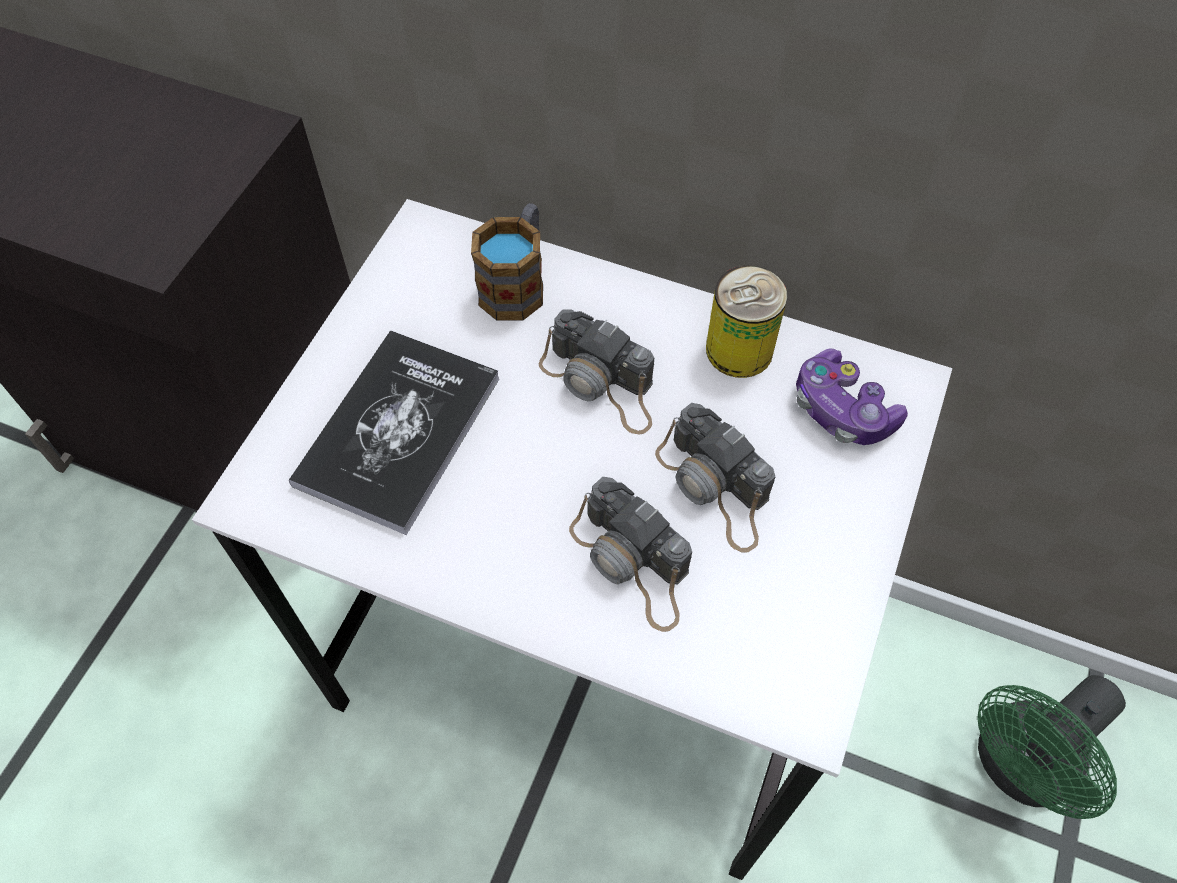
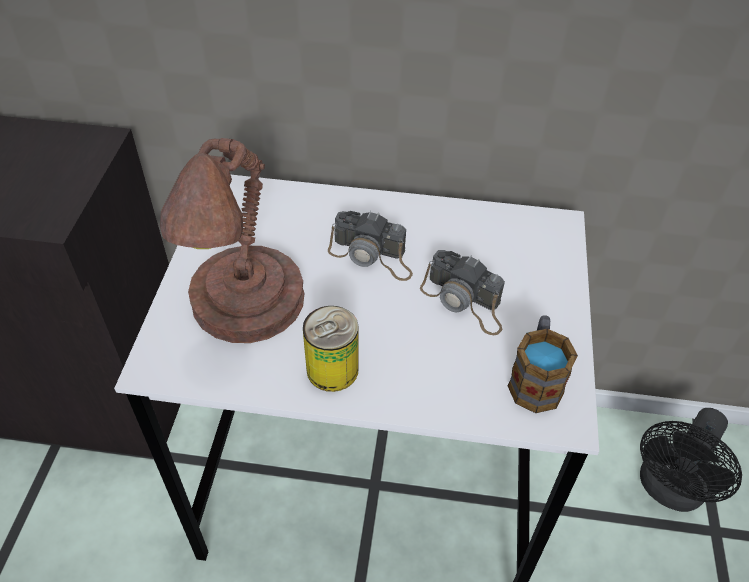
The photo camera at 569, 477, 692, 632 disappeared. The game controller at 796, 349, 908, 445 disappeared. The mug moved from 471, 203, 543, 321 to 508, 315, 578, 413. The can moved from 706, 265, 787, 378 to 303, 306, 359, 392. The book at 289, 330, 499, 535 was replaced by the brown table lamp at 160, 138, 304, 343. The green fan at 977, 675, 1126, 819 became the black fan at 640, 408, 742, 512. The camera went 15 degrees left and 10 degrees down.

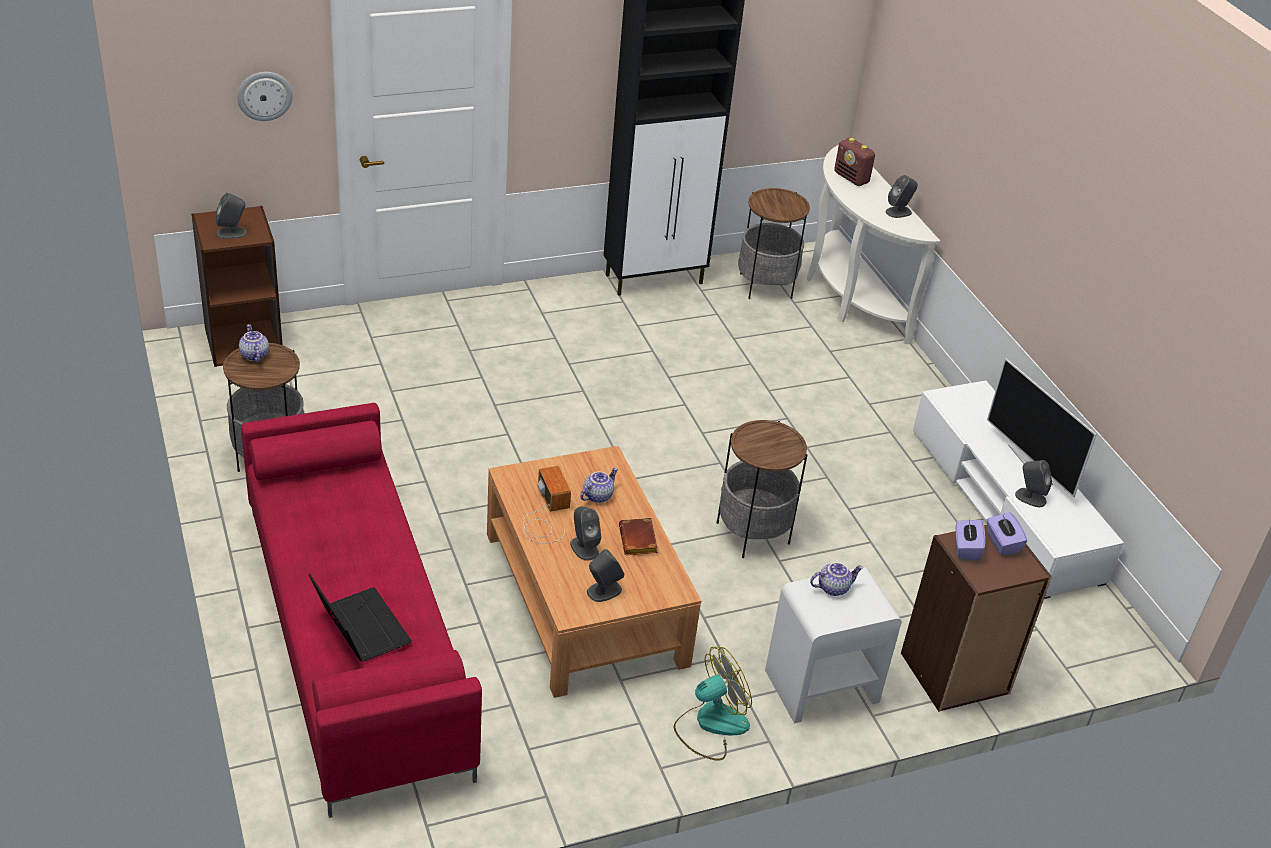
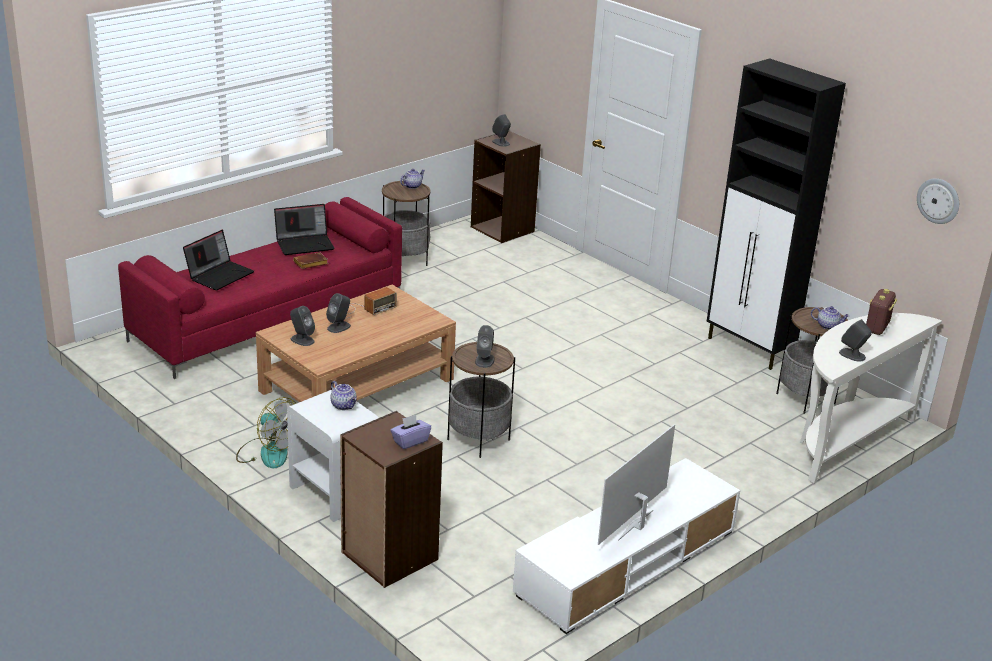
The purple tissue box at 956, 520, 985, 561 disappeared. The laptop at 274, 204, 335, 255 appeared. The wall clock moved from 237, 72, 293, 121 to 917, 178, 959, 224. The teapot moved from 580, 468, 618, 503 to 811, 306, 850, 330. The brown book moved from 619, 518, 658, 555 to 293, 252, 328, 269. The grey speaker moved from 1015, 460, 1052, 507 to 475, 325, 495, 368. The camera went 70 degrees right and 10 degrees down.

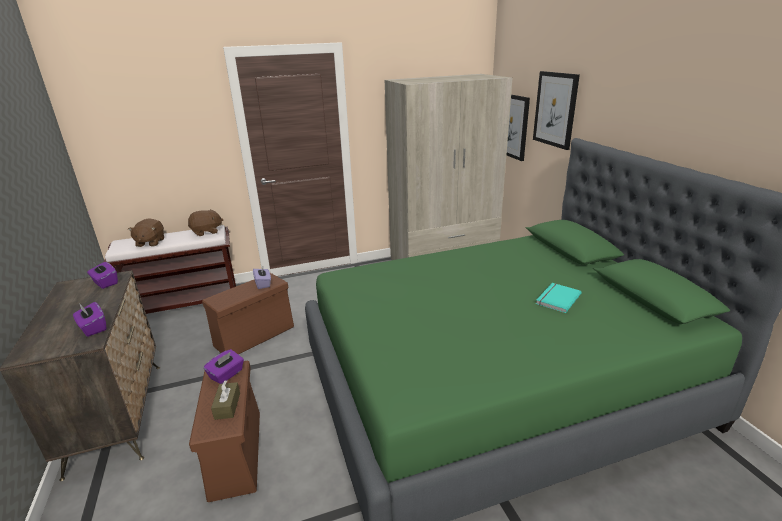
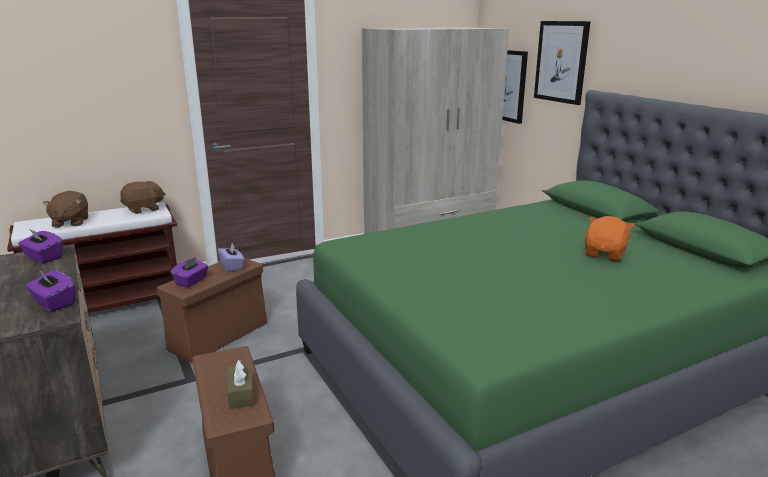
The purple tissue box moved from 204, 349, 244, 384 to 171, 257, 208, 287. The turquoise book at 536, 283, 582, 313 was replaced by the orange plush toy at 585, 216, 634, 261. The camera went 10 degrees left and 5 degrees down.

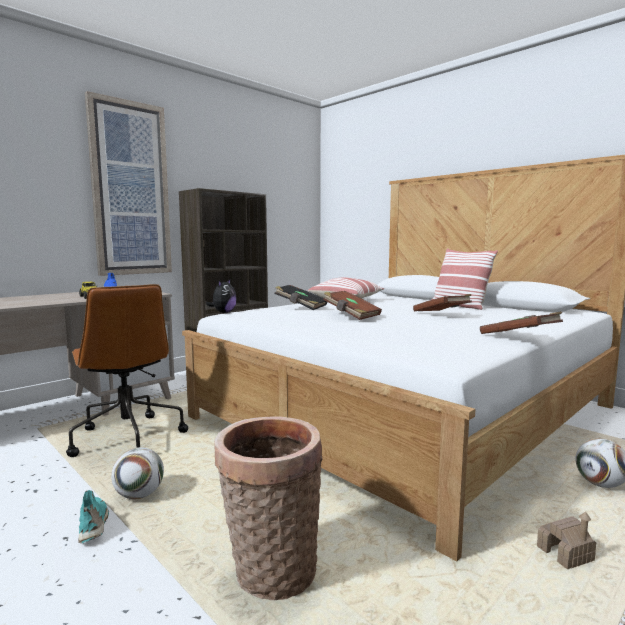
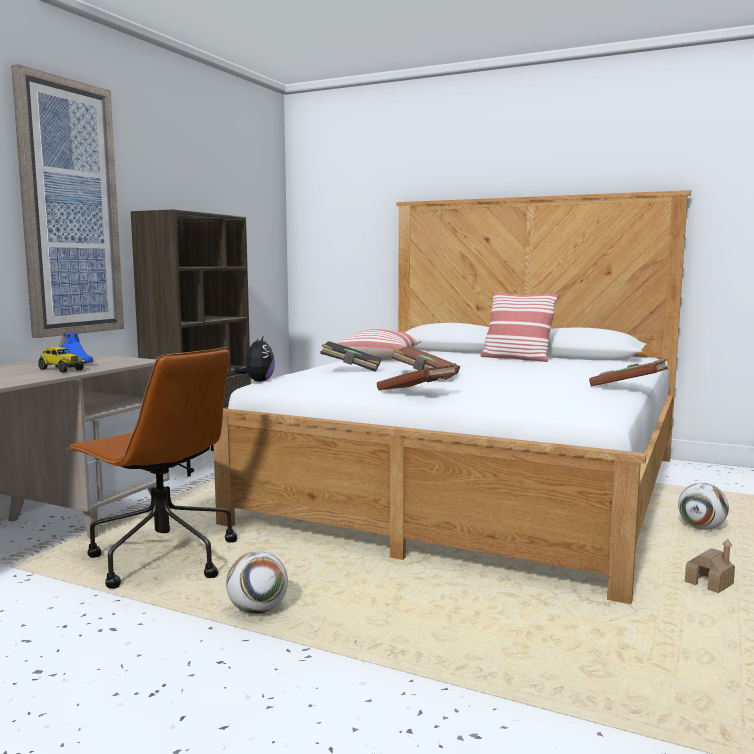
The turquoise shoe at 78, 490, 109, 543 disappeared. The basket at 214, 416, 323, 600 disappeared. The brown book moved from 413, 294, 472, 311 to 377, 363, 457, 391. The camera went 20 degrees left and 0 degrees up.

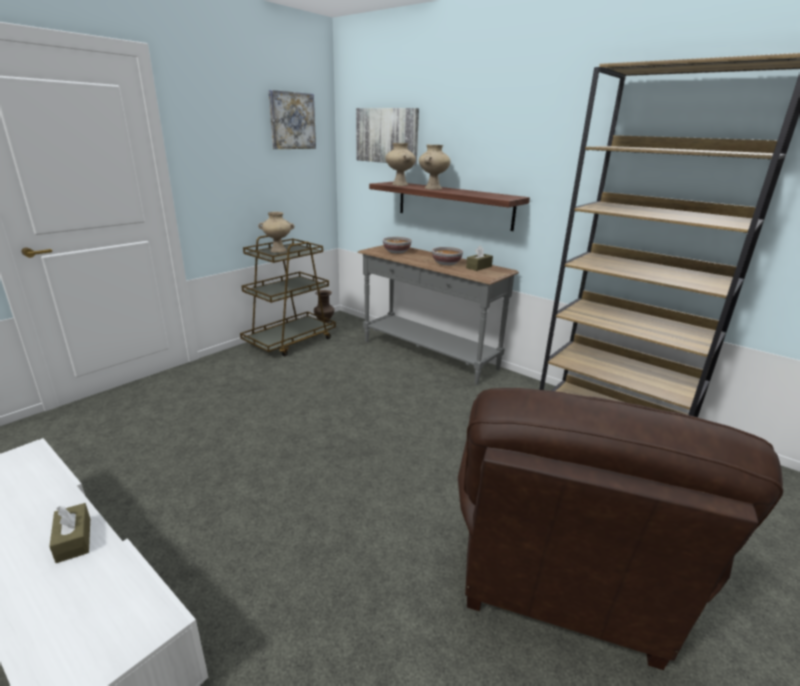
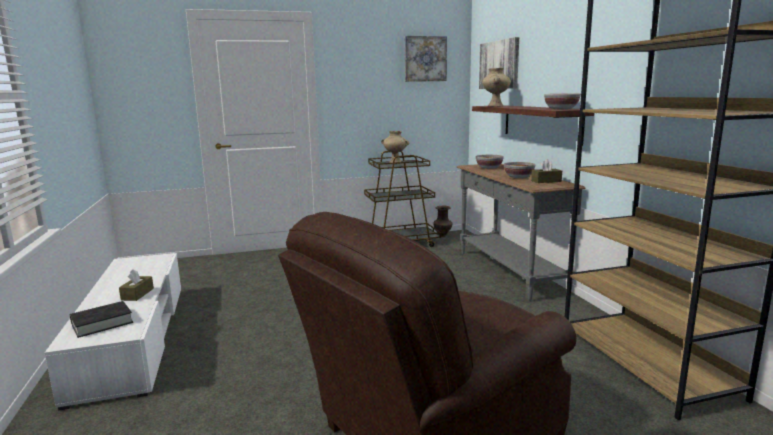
The beige vase at 419, 145, 450, 190 disappeared. The black book at 70, 301, 133, 338 appeared. The bowl at 544, 93, 581, 109 appeared. The camera went 35 degrees right and 10 degrees down.

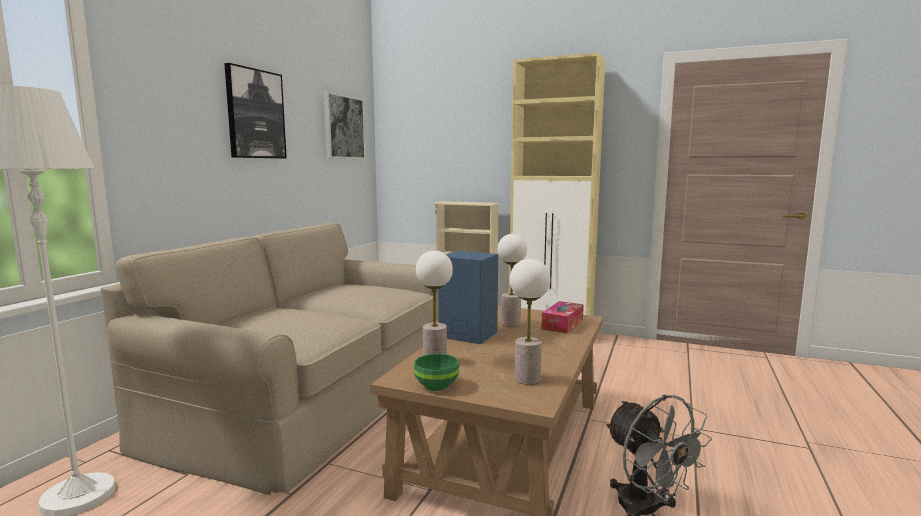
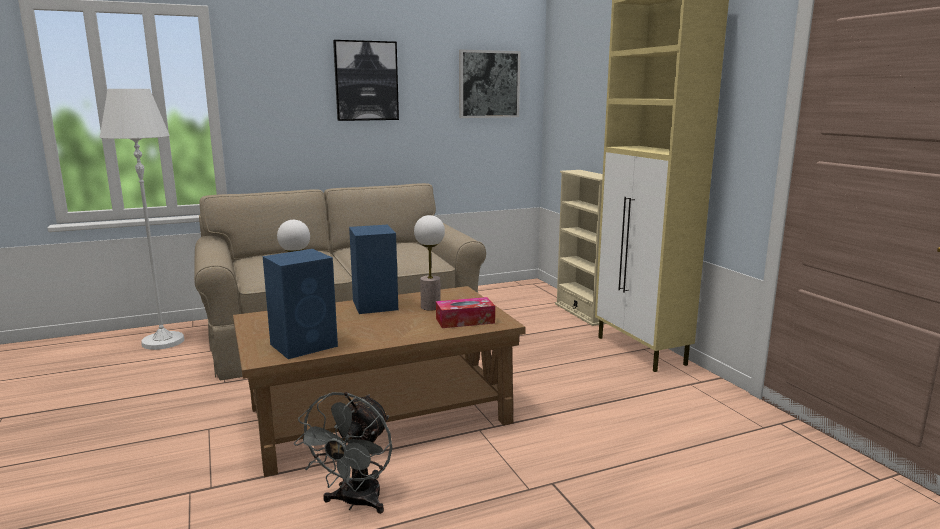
The green bowl at 414, 354, 459, 391 disappeared. The table lamp at 510, 259, 551, 385 was replaced by the blue speaker at 263, 249, 338, 359. The camera went 45 degrees right and 5 degrees up.

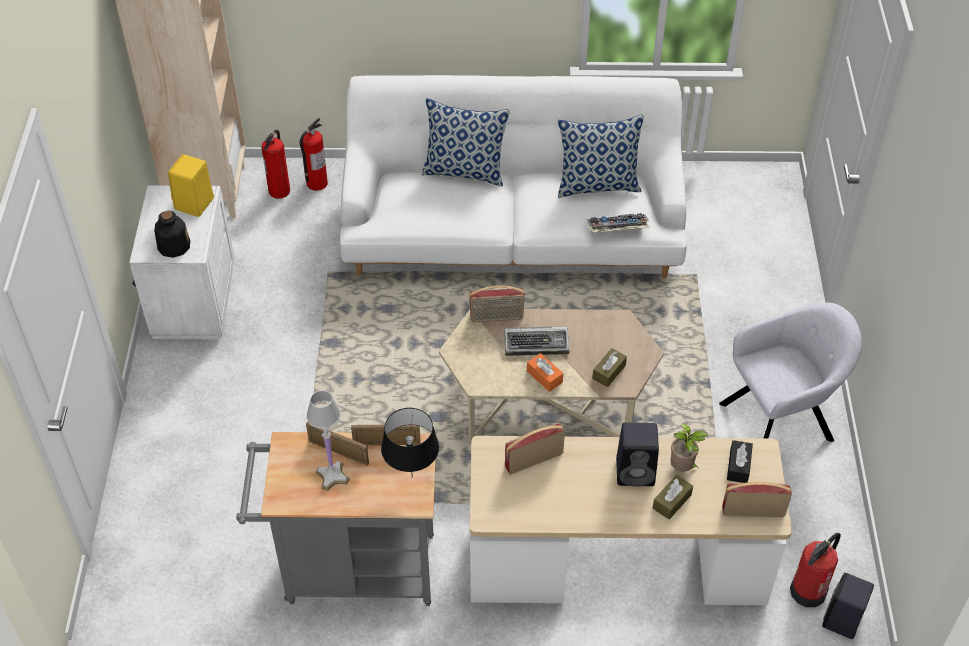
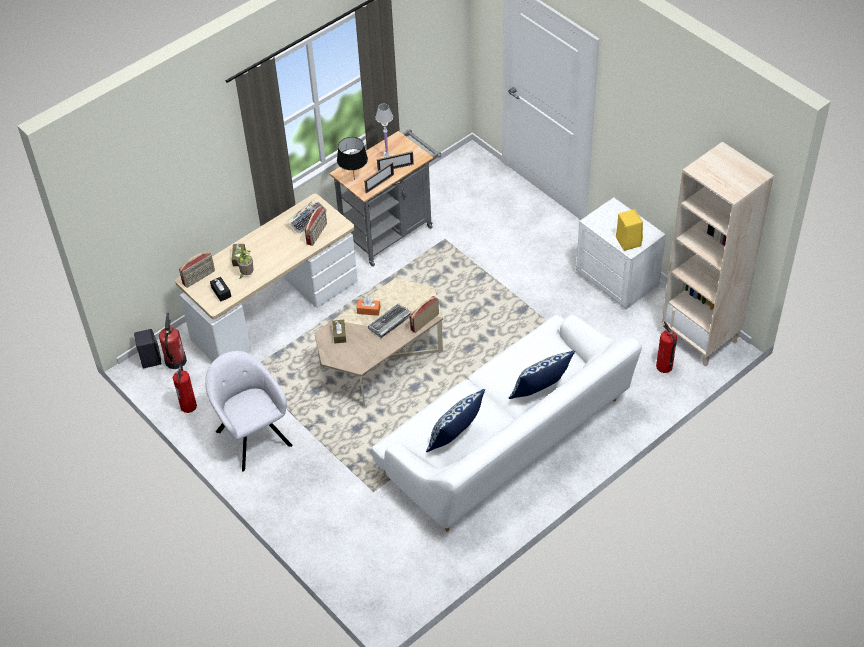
The bottle at 154, 211, 190, 258 disappeared. The black speaker at 616, 422, 659, 487 disappeared. The fire extinguisher moved from 299, 118, 328, 191 to 173, 364, 197, 413. The keyboard moved from 587, 213, 650, 233 to 286, 200, 327, 235. The grey armchair at 719, 302, 862, 442 turned 120 degrees clockwise. The camera went 140 degrees right and 0 degrees up.

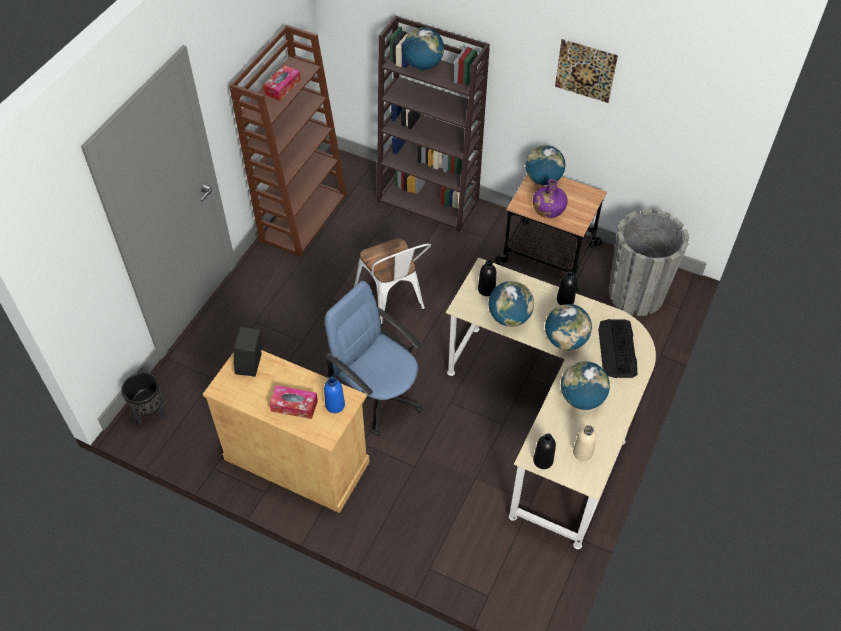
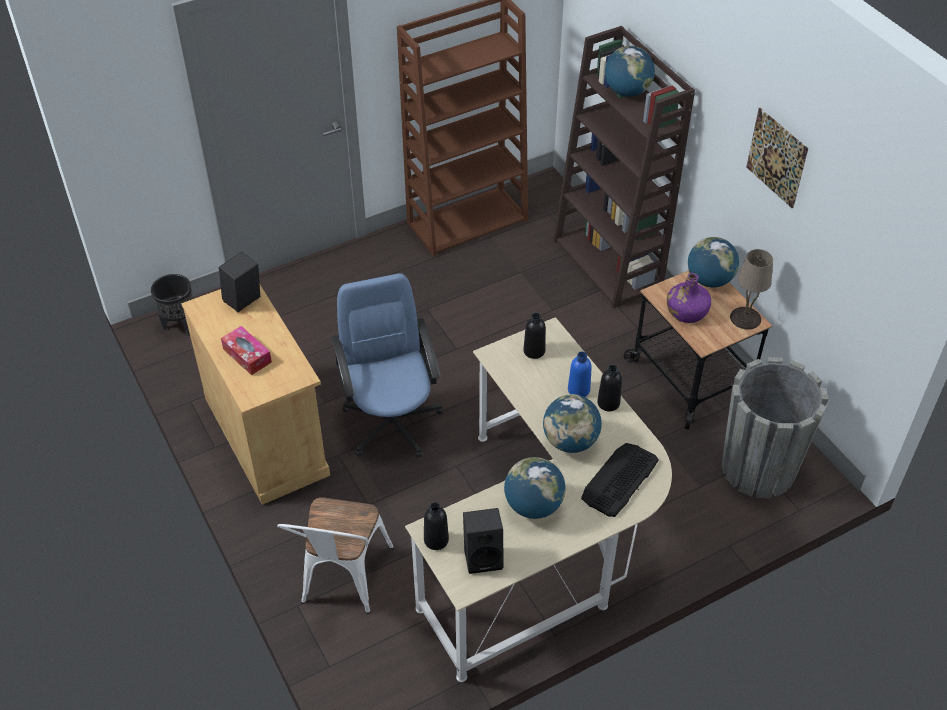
The tissue box at 263, 65, 301, 101 disappeared. The globe at 488, 281, 534, 327 disappeared. The beige table lamp at 730, 249, 773, 329 appeared. The blue bottle moved from 324, 377, 345, 413 to 568, 352, 592, 397. The white chair moved from 354, 238, 431, 325 to 277, 497, 394, 614. The beige bottle at 573, 425, 596, 461 was replaced by the black speaker at 463, 508, 503, 574. The camera went 35 degrees right and 5 degrees down.

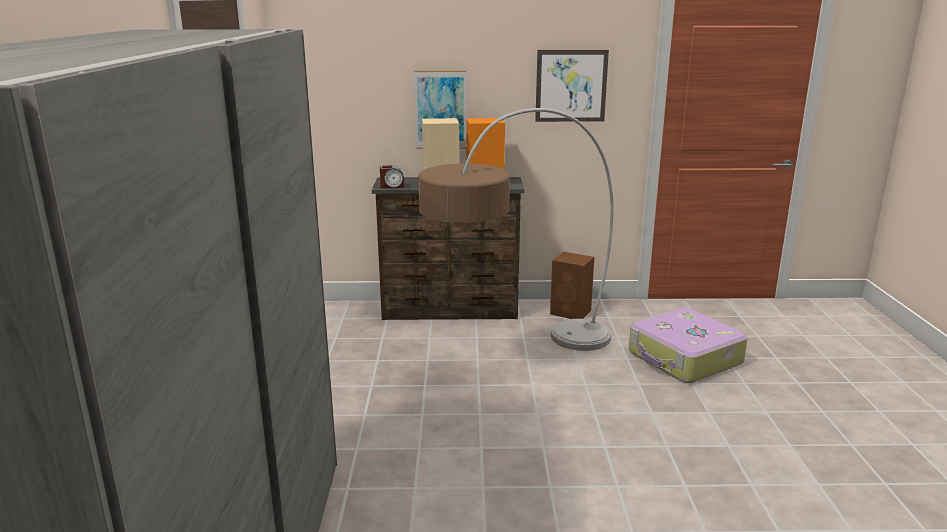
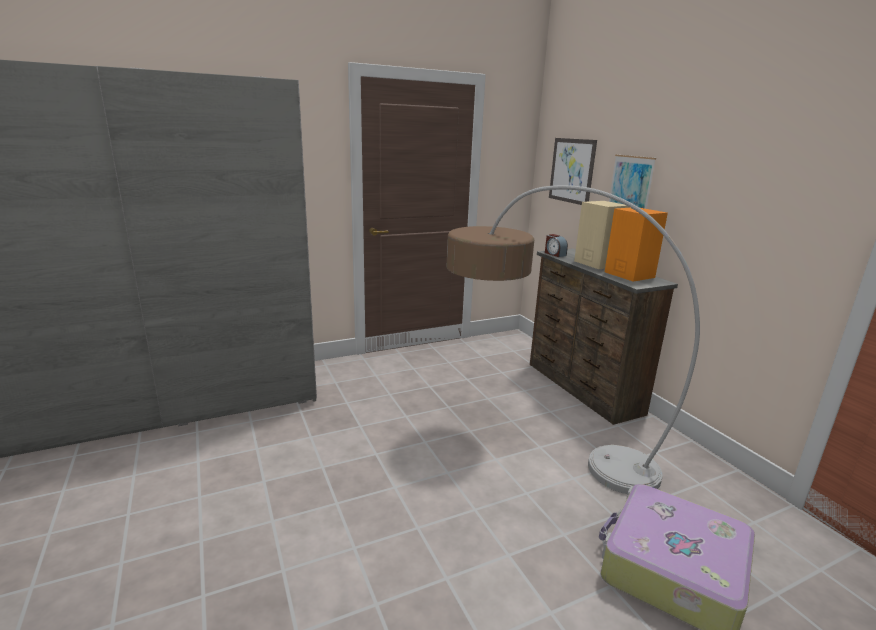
The brown speaker at 550, 252, 594, 319 disappeared. The picture moved from 535, 50, 609, 122 to 549, 138, 597, 205. The camera went 65 degrees right and 0 degrees up.

